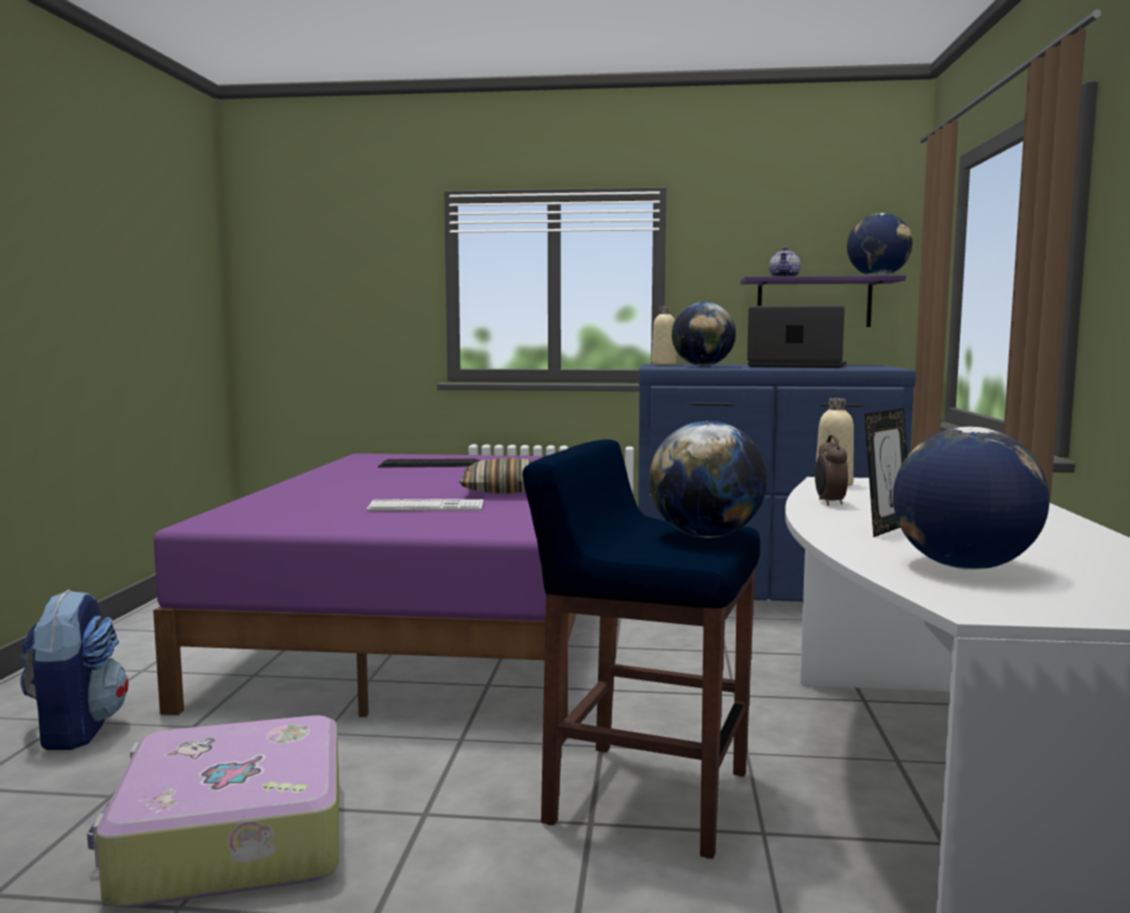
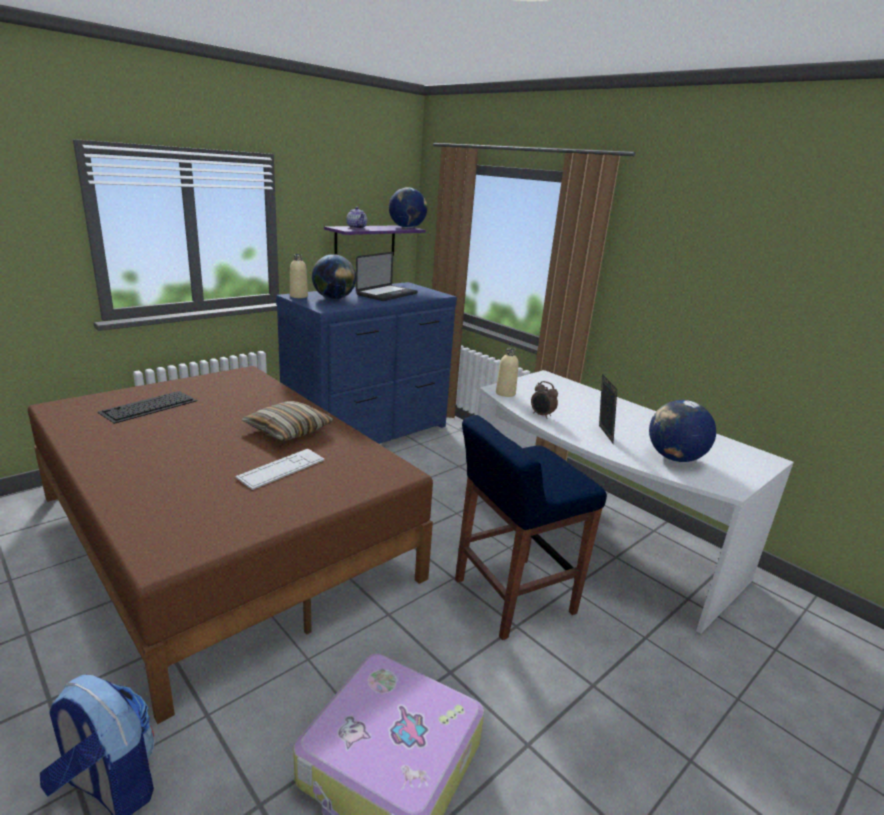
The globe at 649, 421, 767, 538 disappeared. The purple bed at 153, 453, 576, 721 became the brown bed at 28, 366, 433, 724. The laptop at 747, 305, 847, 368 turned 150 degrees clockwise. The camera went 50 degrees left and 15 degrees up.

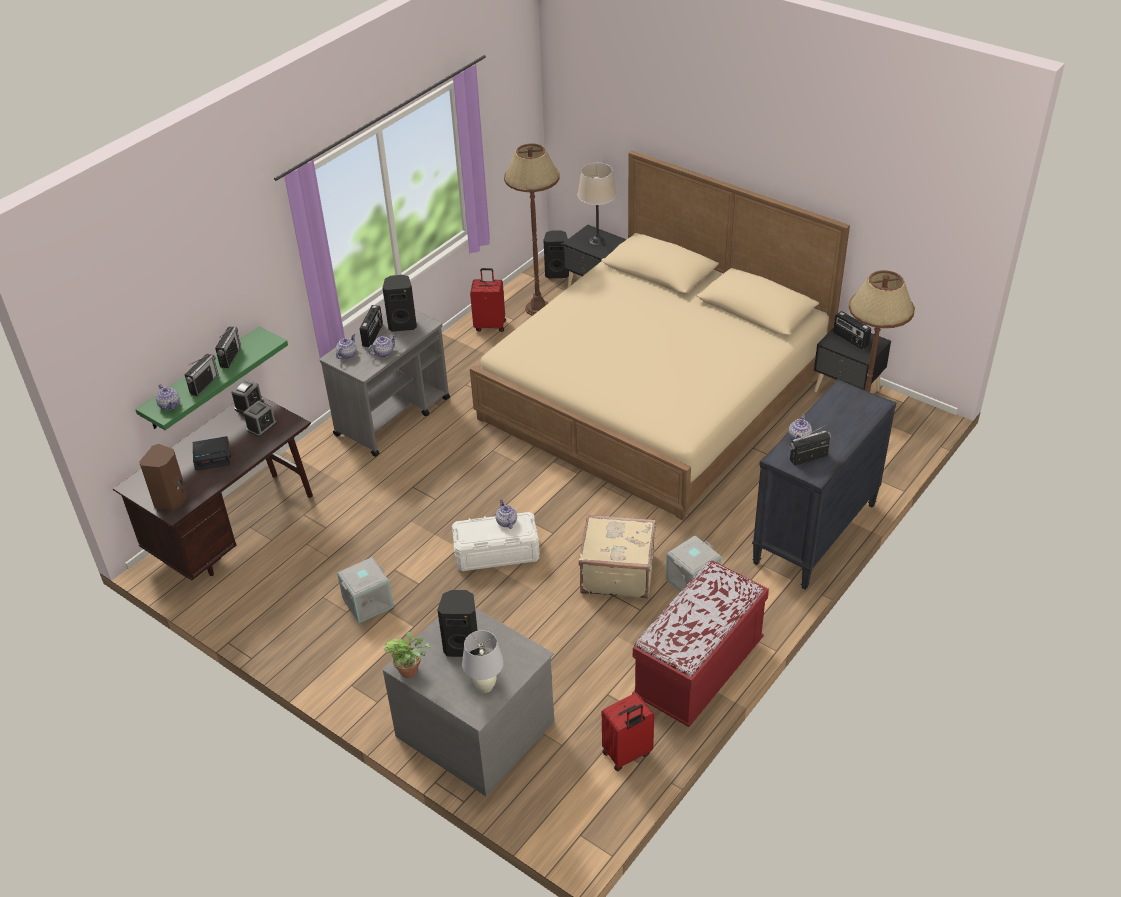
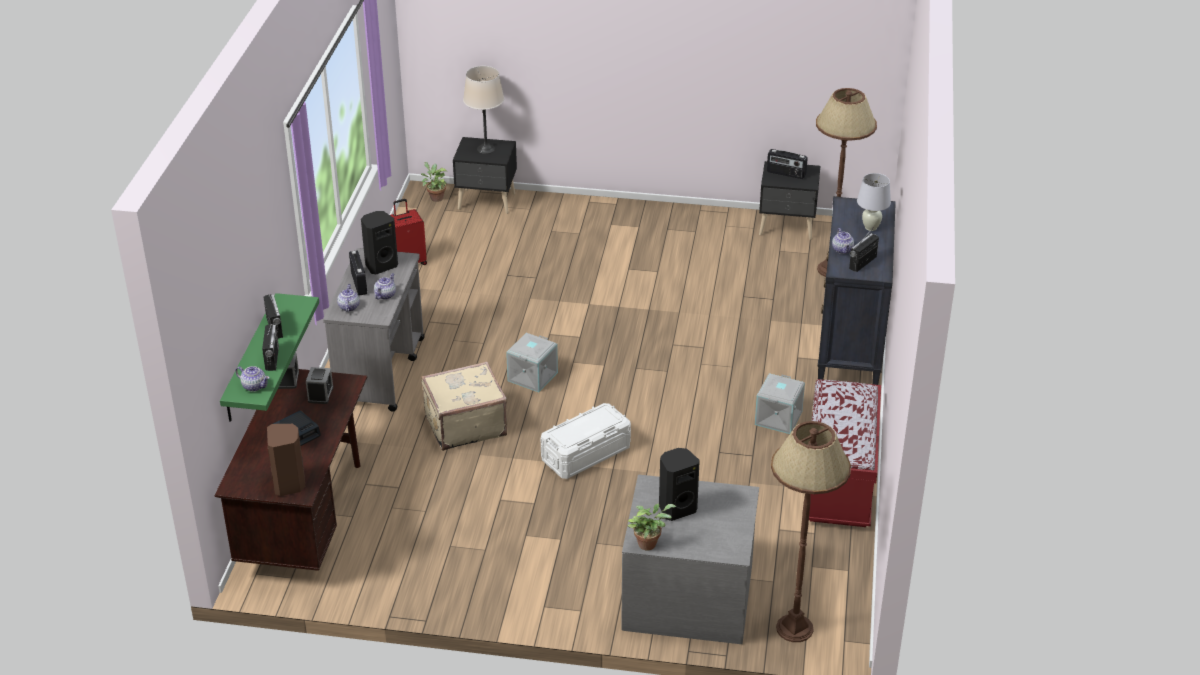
The beige bed at 470, 150, 850, 521 disappeared. The teapot at 496, 500, 517, 529 disappeared. The red suitcase at 602, 693, 654, 771 disappeared. The grey storage box moved from 337, 557, 394, 623 to 506, 333, 558, 392. The white table lamp moved from 462, 630, 504, 693 to 857, 173, 891, 231. The brown floor lamp moved from 504, 143, 560, 316 to 771, 421, 851, 642. The beige suitcase moved from 579, 515, 656, 599 to 421, 361, 507, 451. The black speaker at 543, 230, 569, 278 was replaced by the potted plant at 421, 162, 448, 202. The camera went 30 degrees left and 5 degrees down.

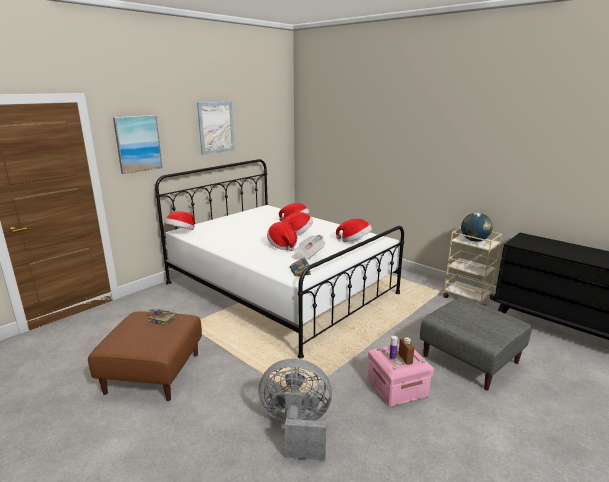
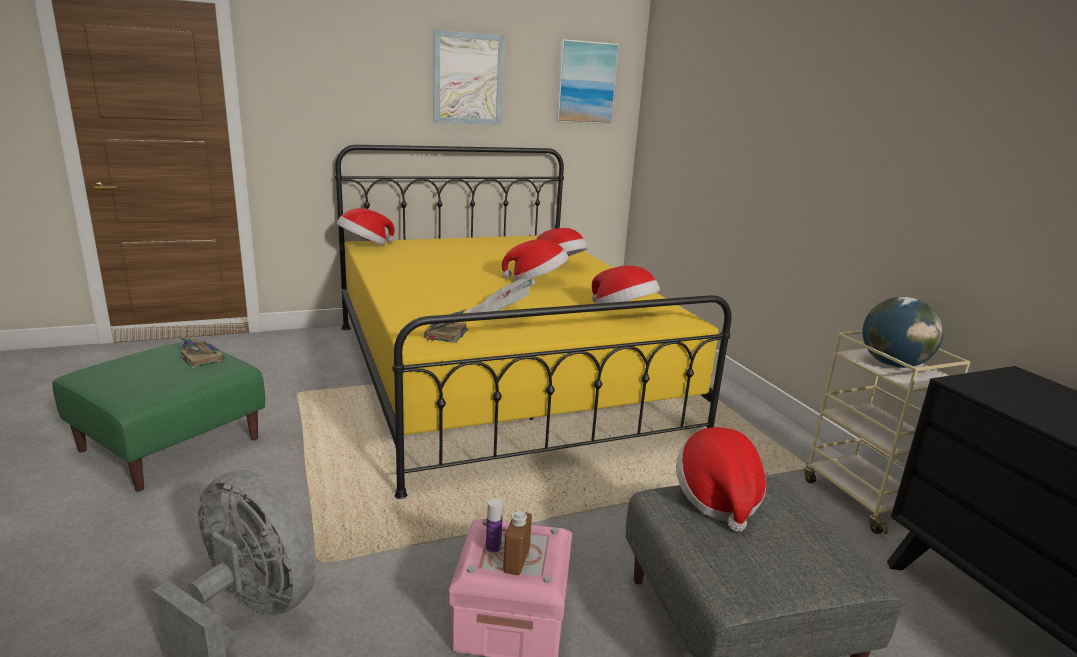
The picture moved from 113, 115, 163, 174 to 556, 39, 619, 124. The hat moved from 267, 222, 297, 251 to 676, 427, 766, 532. The brown ottoman at 88, 312, 202, 401 became the green ottoman at 52, 341, 265, 492. The white bed at 155, 159, 404, 359 became the yellow bed at 335, 145, 732, 499. The camera went 25 degrees right and 0 degrees up.

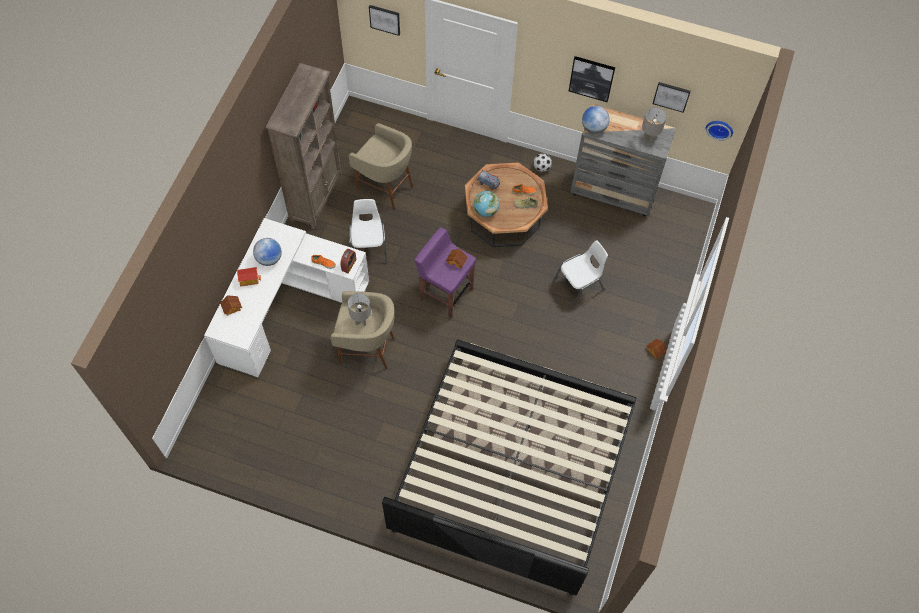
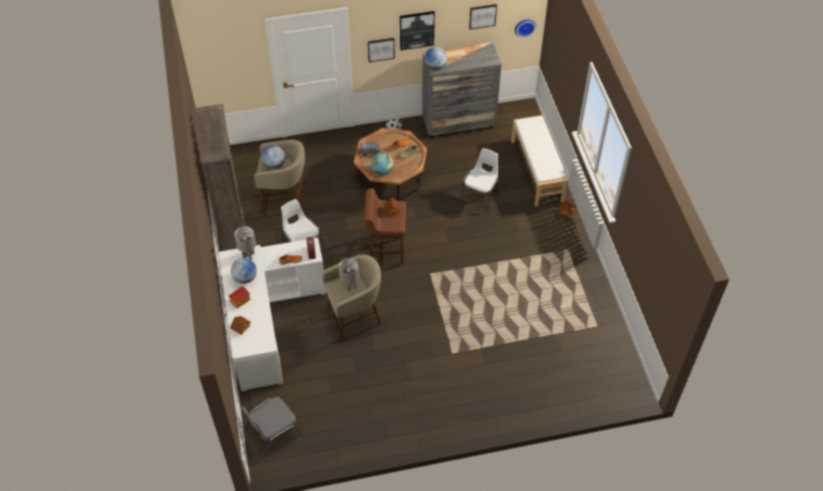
The bed at 382, 339, 636, 595 disappeared. The grey chair at 241, 397, 302, 456 appeared. The globe at 262, 145, 285, 169 appeared. The white bench at 511, 115, 568, 207 appeared. The picture moved from 369, 5, 400, 36 to 368, 38, 395, 62. The grey table lamp moved from 642, 107, 667, 145 to 234, 226, 256, 260. The purple stool at 414, 227, 476, 318 became the brown stool at 364, 188, 406, 264. The camera went 30 degrees left and 10 degrees down.

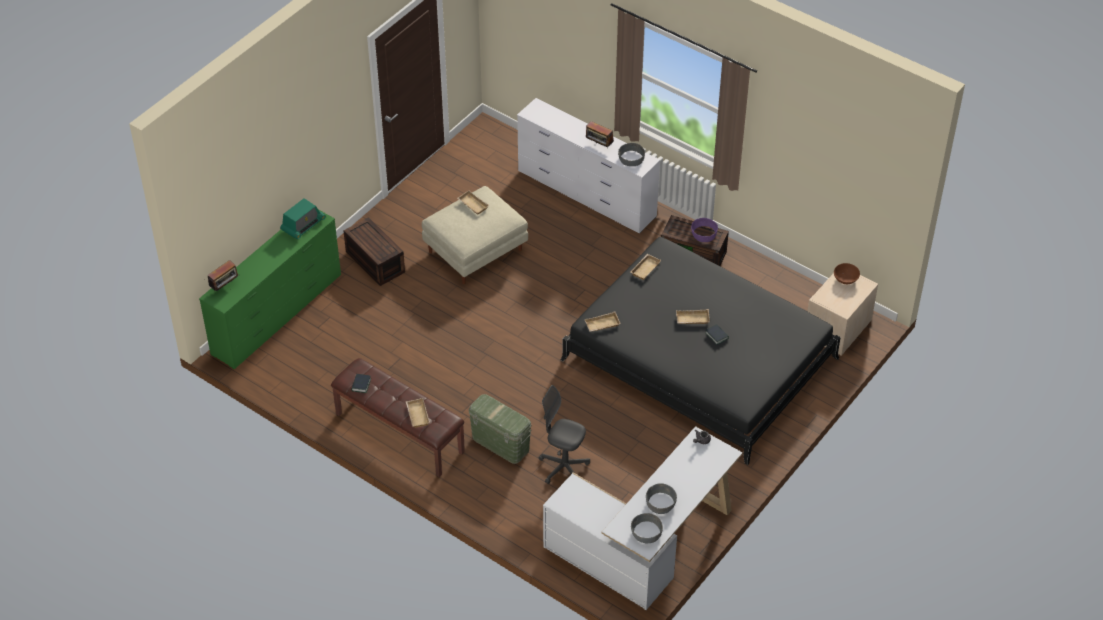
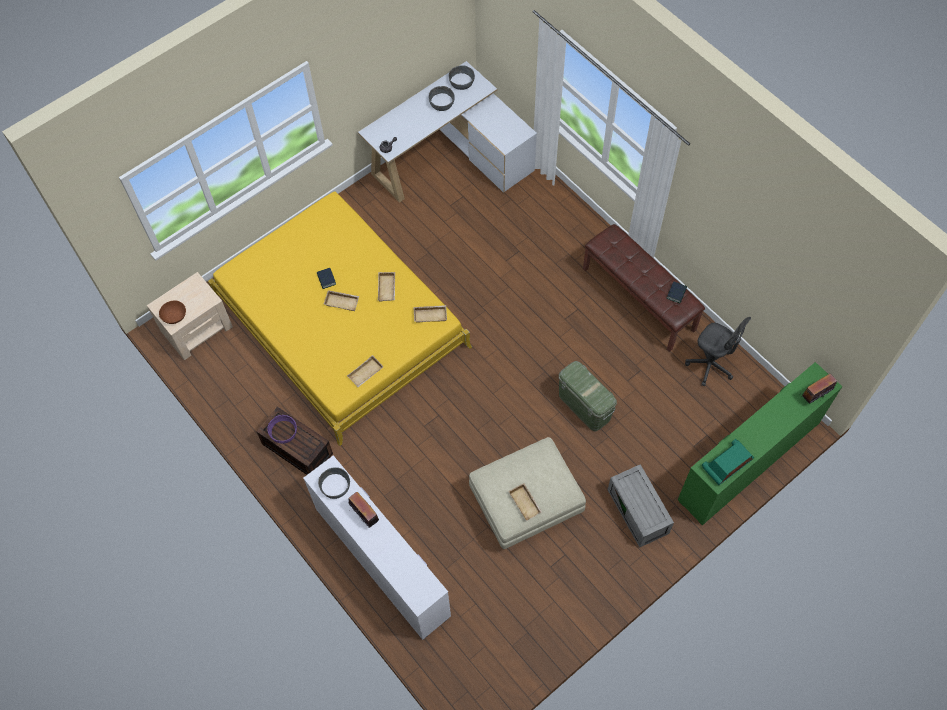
The beige tray moved from 406, 398, 430, 428 to 378, 272, 395, 302. The green storage box moved from 468, 394, 532, 464 to 559, 361, 617, 431. The grey office chair moved from 539, 385, 590, 484 to 685, 317, 751, 387. The brown storage box at 344, 217, 405, 286 became the grey storage box at 608, 464, 674, 548. The black bed at 560, 237, 841, 465 became the yellow bed at 208, 191, 472, 446. The camera went 165 degrees left and 15 degrees up.

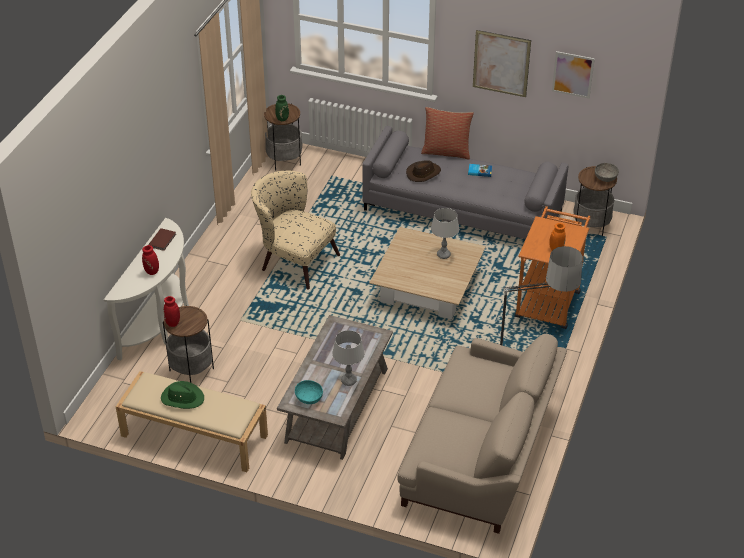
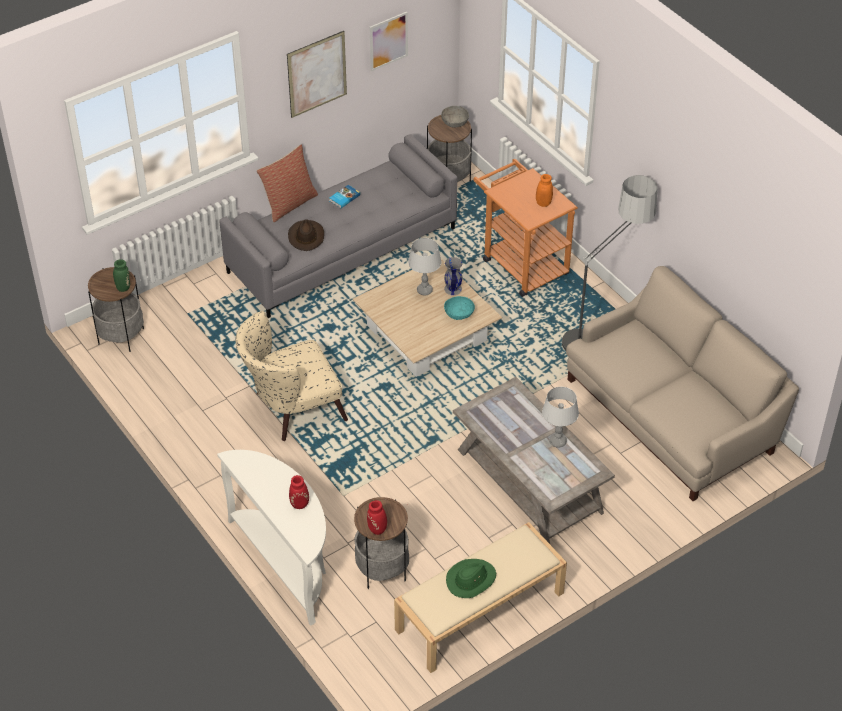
The brown book at 148, 228, 176, 251 disappeared. The grey vase at 444, 257, 463, 295 appeared. The turquoise bowl moved from 295, 380, 323, 404 to 444, 296, 475, 320. The camera went 55 degrees left and 5 degrees up.

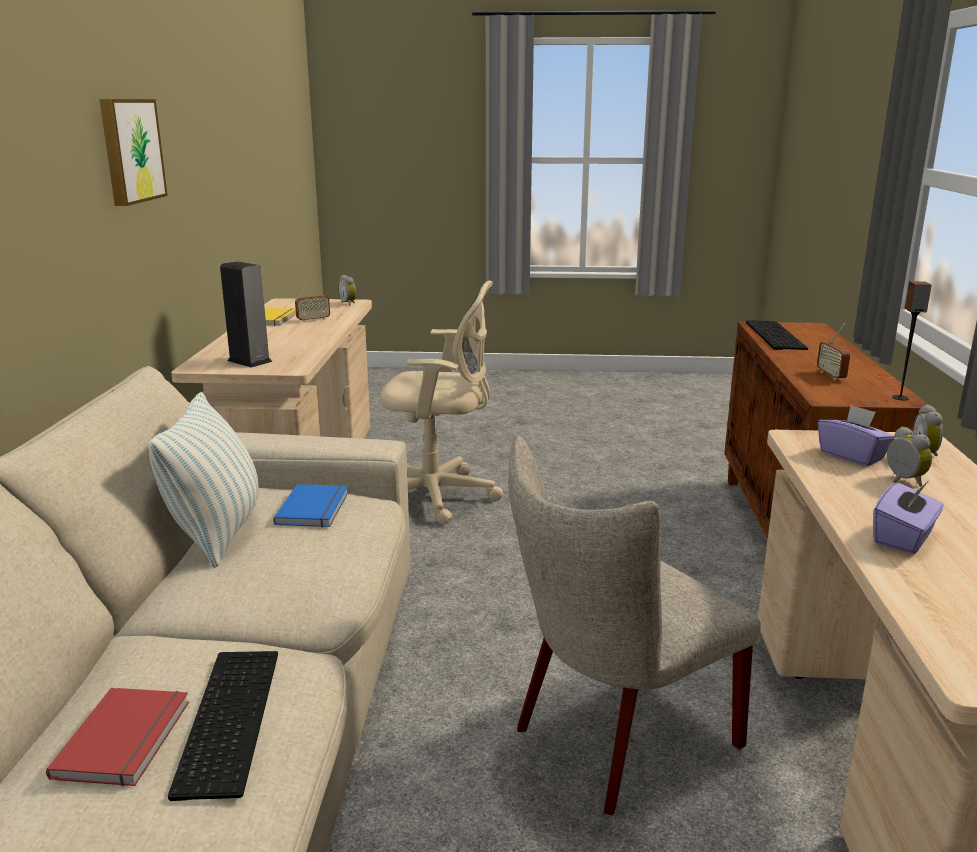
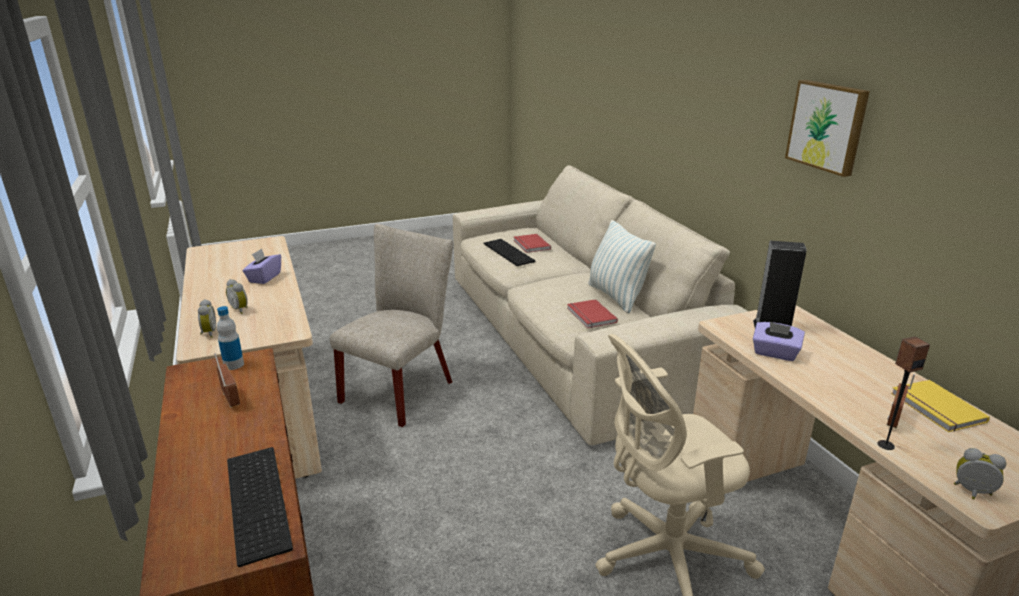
The bottle at 217, 306, 244, 370 appeared. The purple tissue box moved from 818, 405, 895, 466 to 753, 322, 805, 361. The speaker moved from 892, 281, 932, 400 to 878, 336, 930, 450. The blue book at 273, 484, 348, 527 became the red book at 567, 299, 618, 328. The camera went 155 degrees right and 5 degrees up.

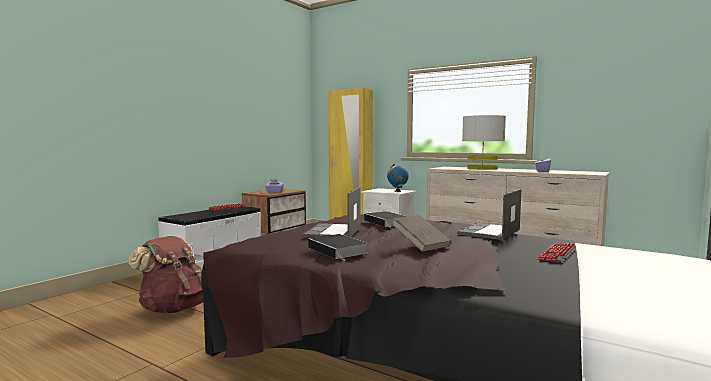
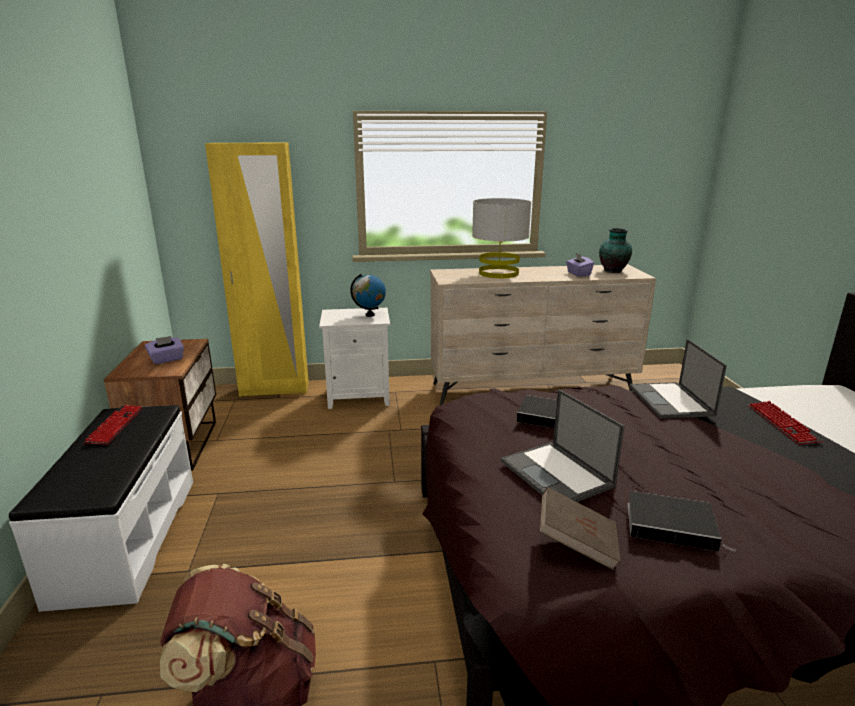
The vase at 599, 228, 632, 273 appeared. The brown book moved from 392, 215, 451, 252 to 539, 487, 621, 571. The camera went 40 degrees left and 15 degrees up.

